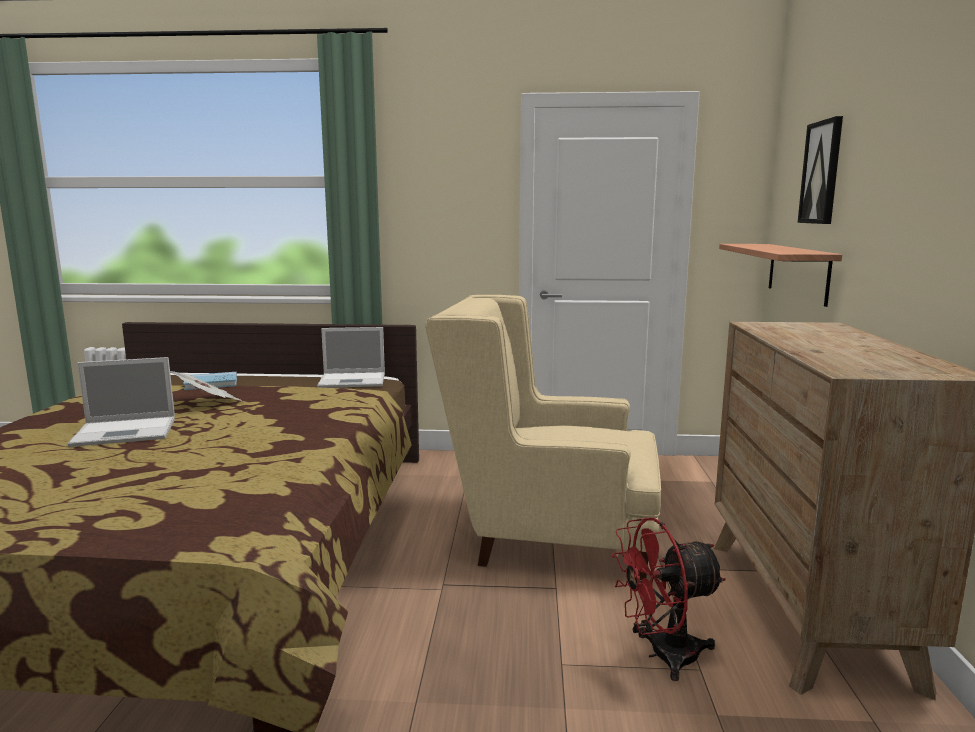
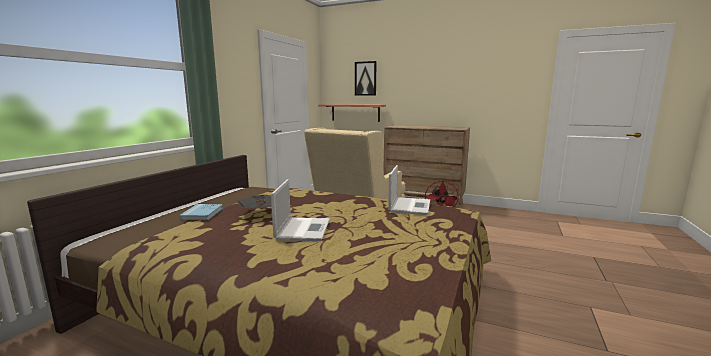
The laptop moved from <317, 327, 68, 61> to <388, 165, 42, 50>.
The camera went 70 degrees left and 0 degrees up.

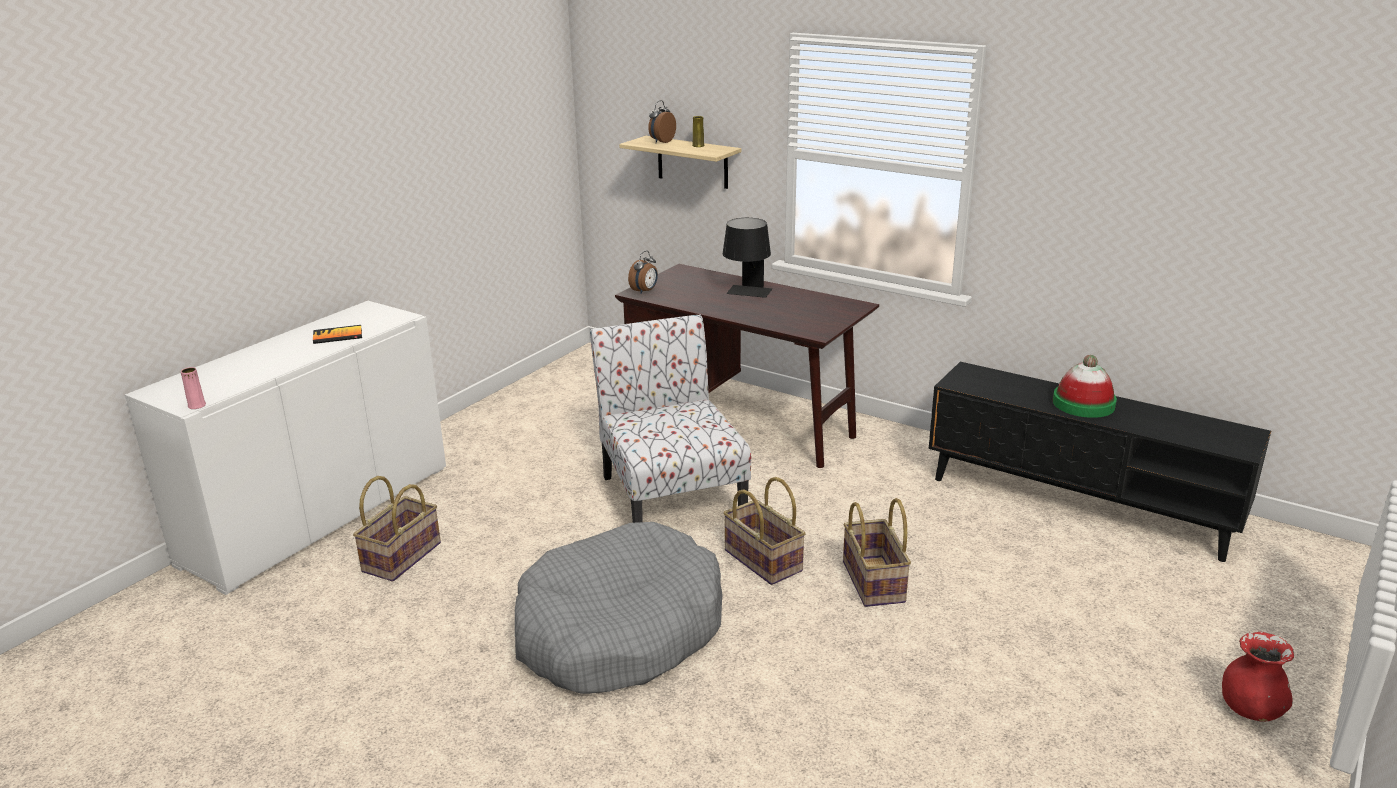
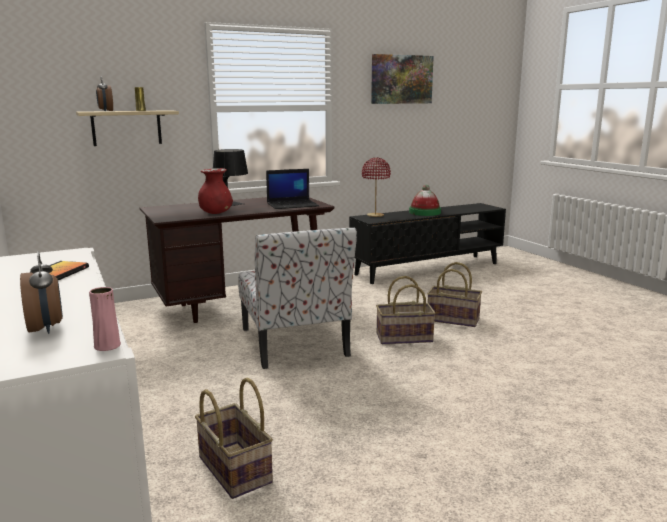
The dog bed (grey) at <515, 522, 208, 172> disappeared.
The laptop at <266, 169, 53, 40> appeared.
The table lamp (red) at <362, 158, 29, 59> appeared.
The picture at <371, 54, 63, 50> appeared.
The alarm clock moved from <628, 251, 30, 43> to <20, 251, 43, 83>.
The vase (red) moved from <1222, 632, 72, 89> to <198, 168, 35, 46>.
The chair at <590, 314, 161, 209> turned 120 degrees counterclockwise.
The camera went 60 degrees left and 10 degrees down.

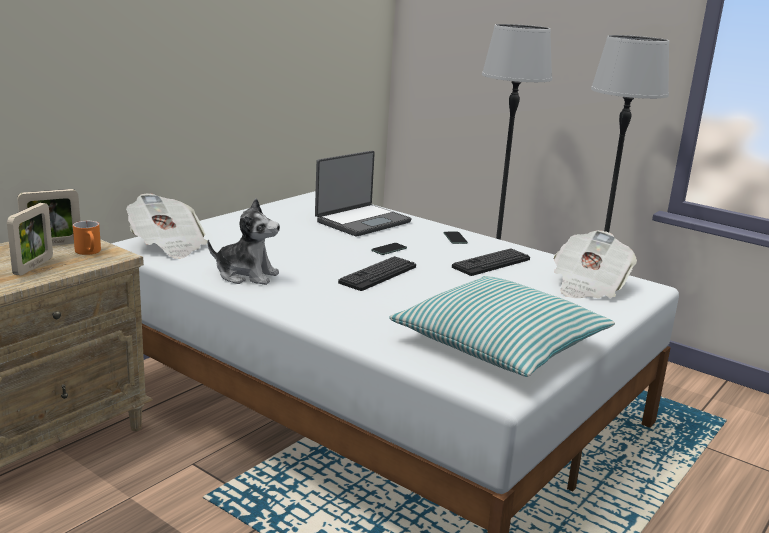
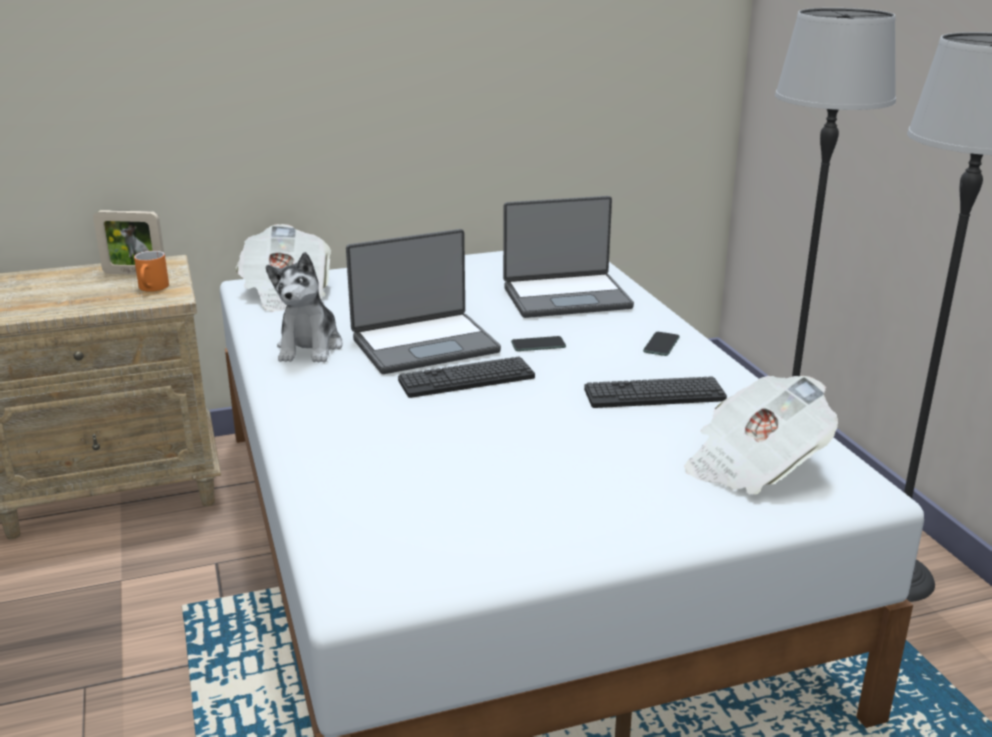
The picture frame at <7, 203, 46, 72> disappeared.
The pillow at <389, 276, 226, 101> disappeared.
The laptop at <346, 229, 155, 145> appeared.
The plush toy at <208, 199, 72, 86> turned 45 degrees clockwise.
The camera went 35 degrees right and 5 degrees up.

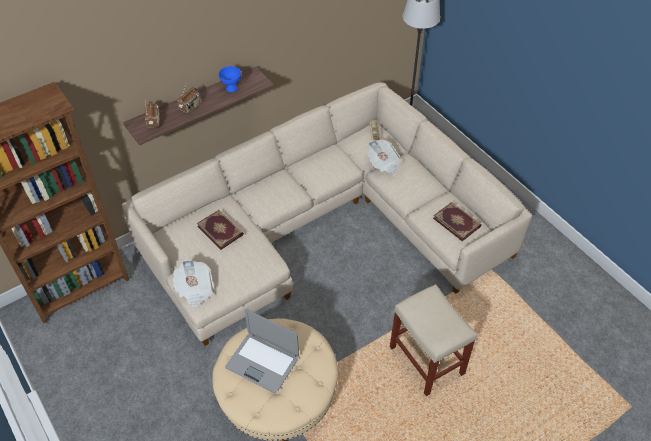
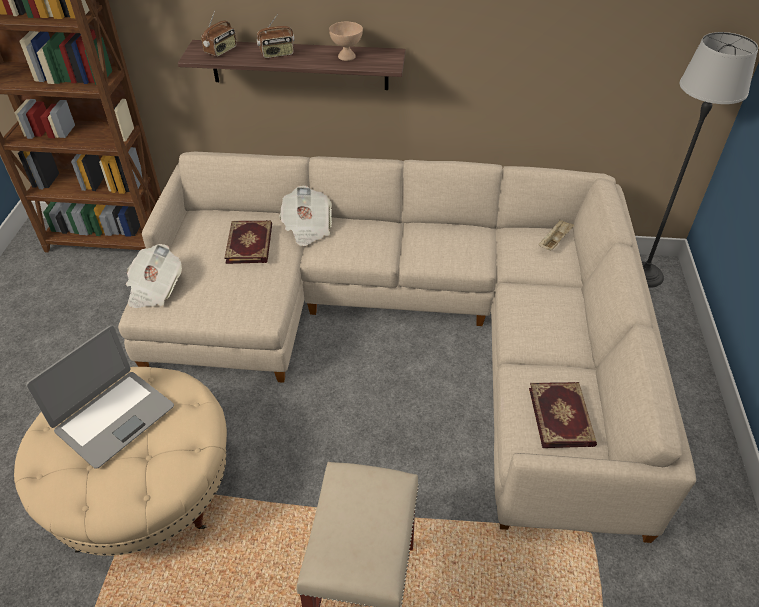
The newspaper moved from <367, 139, 35, 37> to <279, 186, 53, 60>.
The bowl (blue) at <219, 66, 22, 26> became the bowl (beige) at <329, 22, 34, 39>.
The laptop at <225, 309, 74, 84> turned 120 degrees counterclockwise.
The camera went 40 degrees right and 5 degrees down.

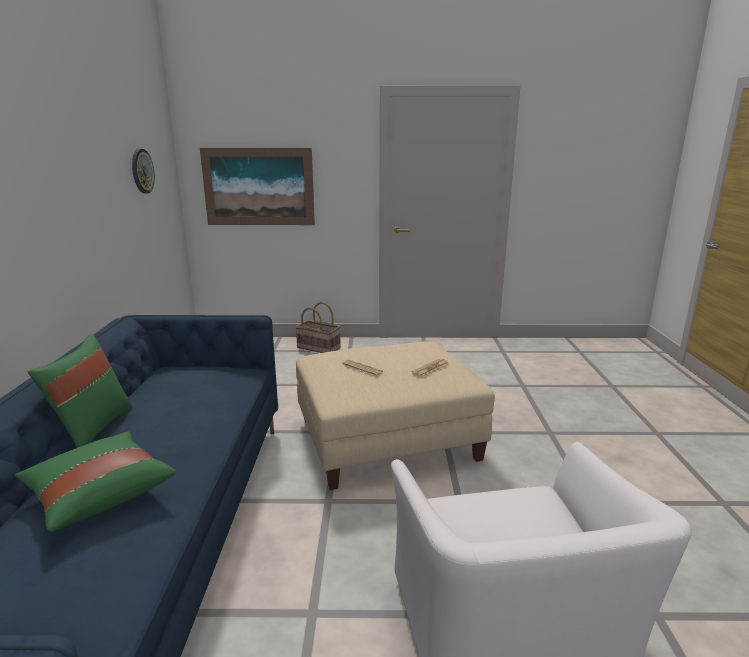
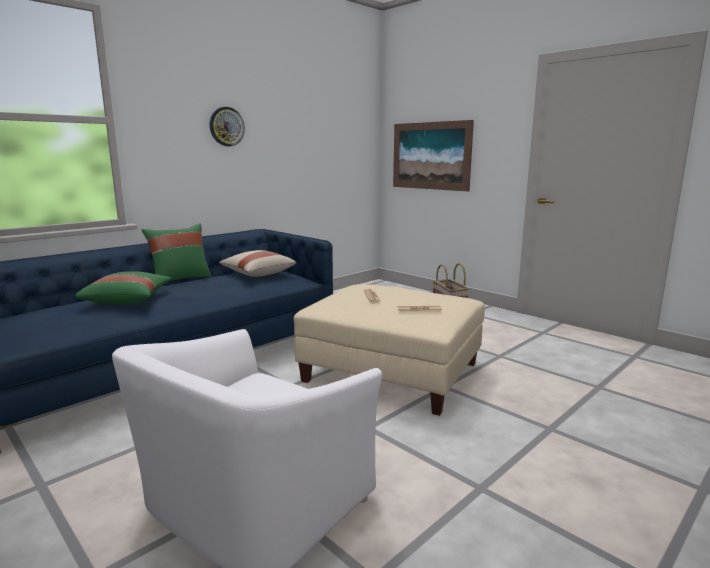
The pillow (beige) at <219, 250, 77, 27> appeared.
The wall clock moved from <132, 149, 23, 44> to <210, 107, 35, 39>.
The camera went 45 degrees right and 5 degrees down.

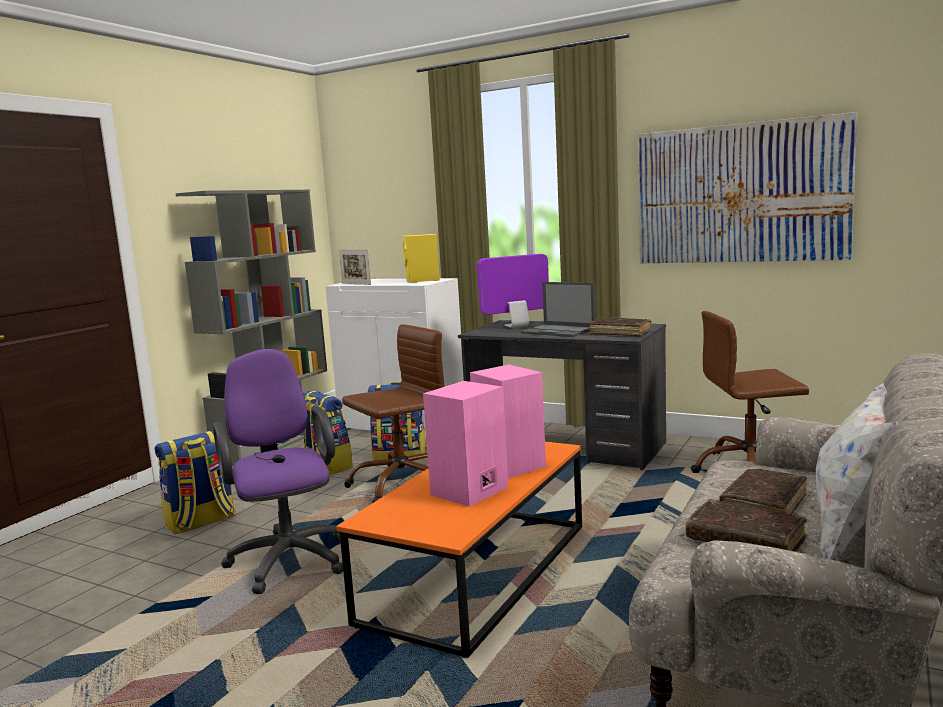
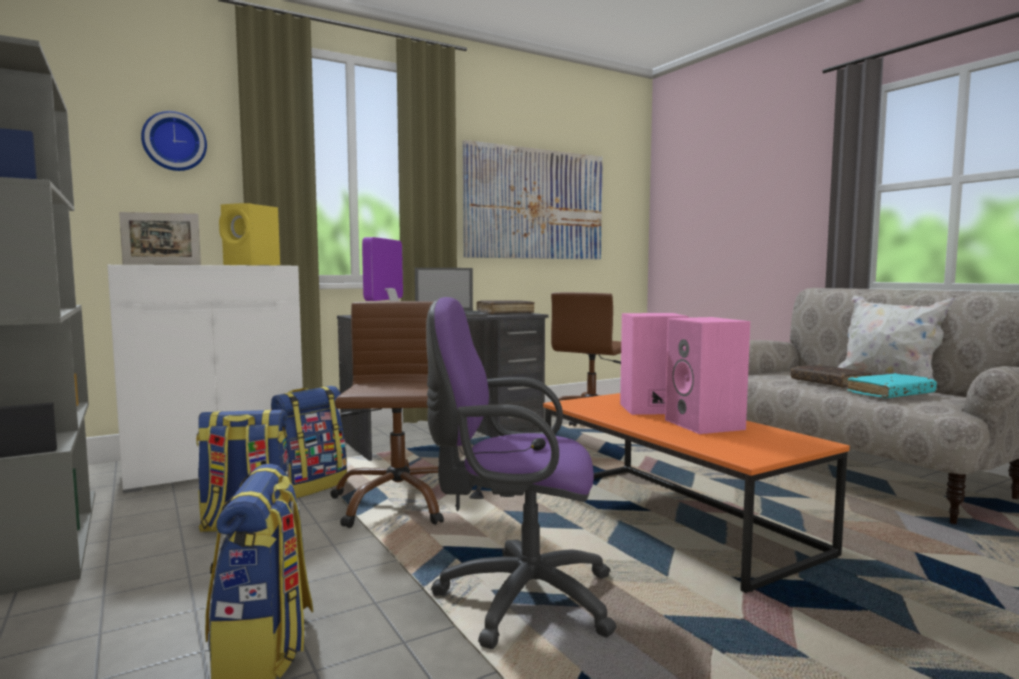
The wall clock at <141, 111, 66, 60> appeared.
The book (brown) at <686, 499, 121, 53> became the book (turquoise) at <848, 373, 89, 25>.
The camera went 60 degrees left and 5 degrees down.

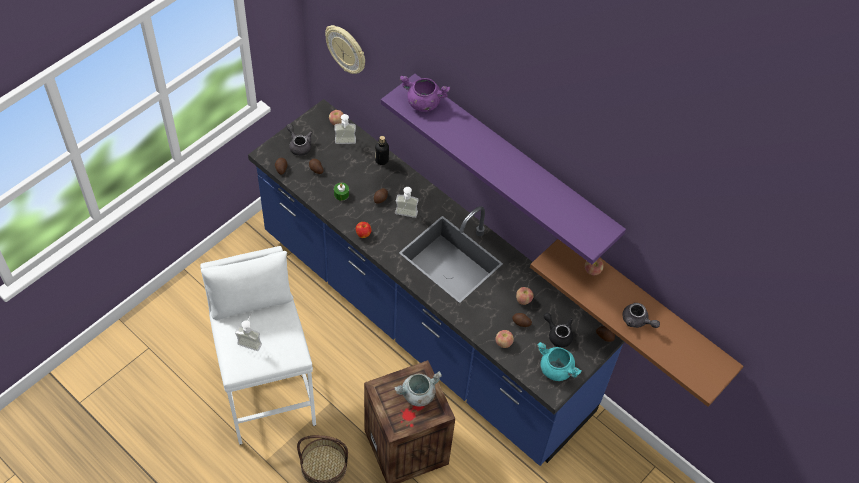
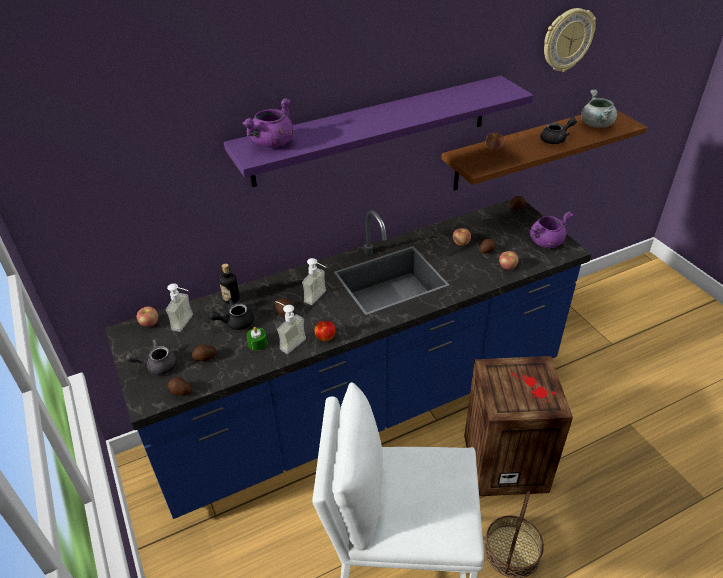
The soap dispenser moved from <235, 312, 27, 39> to <275, 301, 31, 53>.
The wall clock moved from <325, 25, 40, 49> to <544, 8, 52, 64>.
The cooking pot (grey) moved from <394, 371, 48, 36> to <581, 90, 36, 38>.
The teapot (black) moved from <544, 313, 29, 34> to <209, 299, 45, 31>.
The cooking pot (turquoise) at <537, 342, 45, 39> became the cooking pot (purple) at <530, 211, 43, 37>.
The camera went 65 degrees left and 15 degrees down.

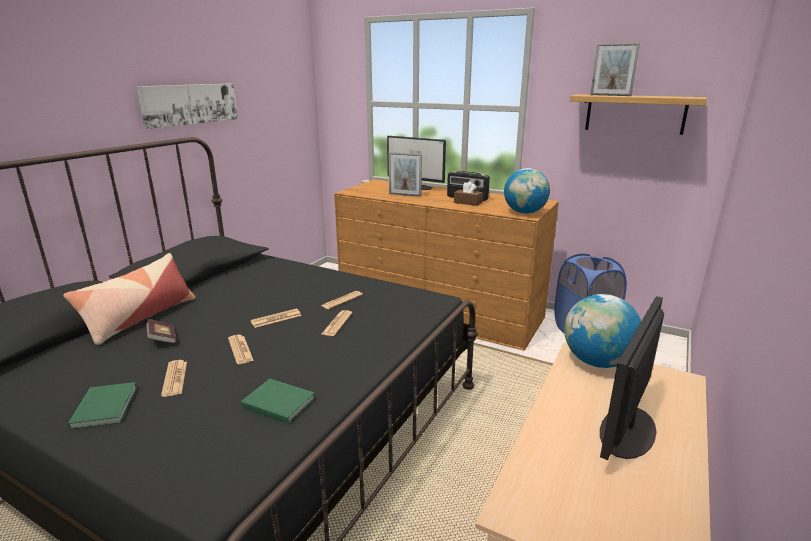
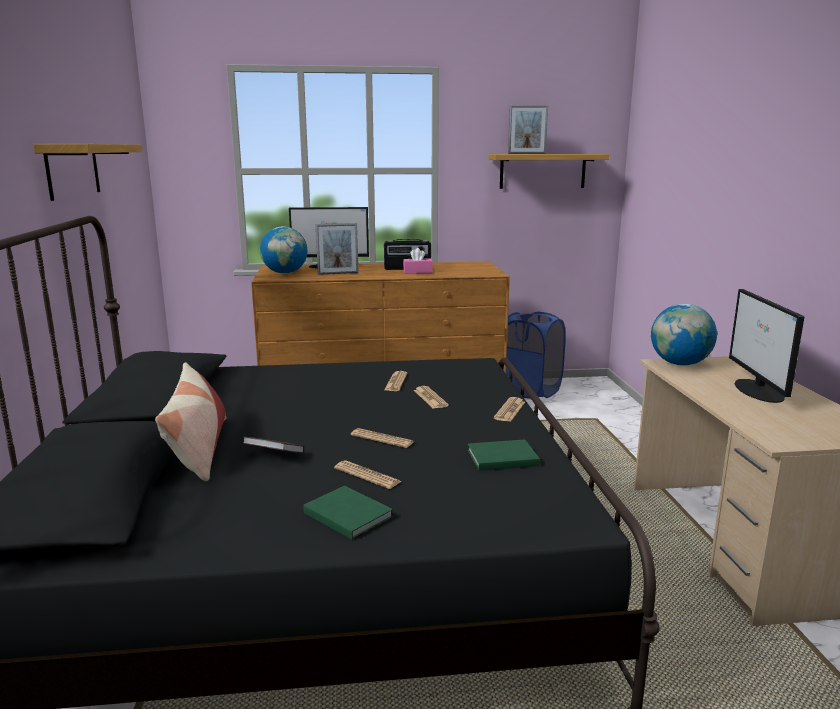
The newspaper moved from <251, 309, 50, 19> to <494, 397, 31, 25>.
The globe moved from <504, 168, 46, 46> to <260, 226, 47, 48>.
The picture at <136, 83, 102, 46> was replaced by the shelf at <33, 144, 109, 57>.
The tissue box (brown) at <454, 181, 29, 25> became the tissue box (pink) at <403, 248, 30, 26>.
The camera went 35 degrees left and 5 degrees down.

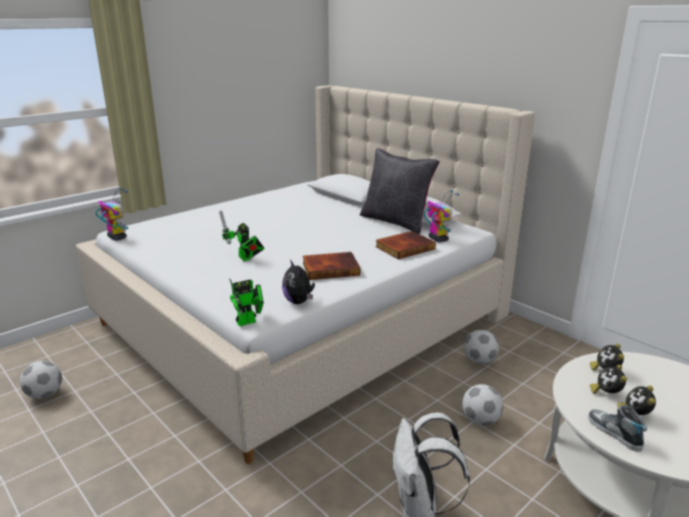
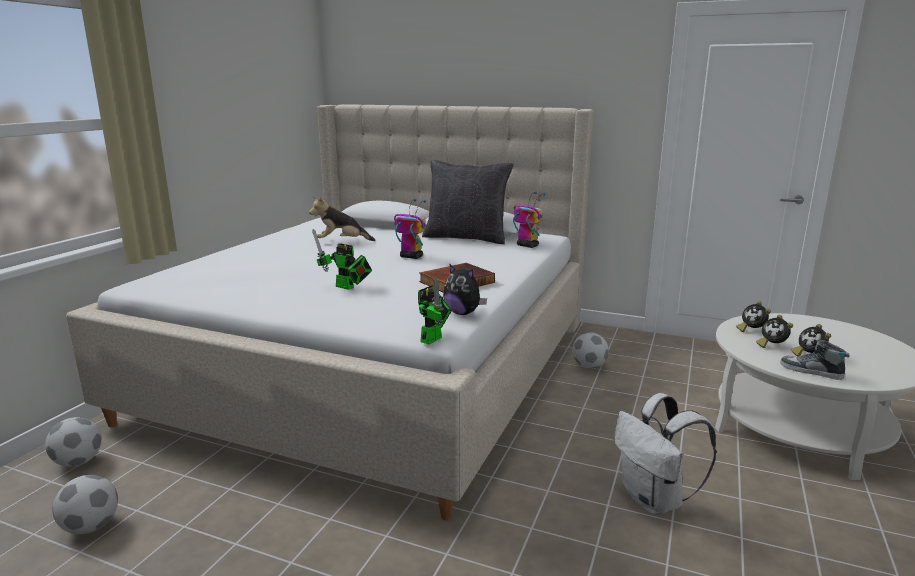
The book at <375, 231, 61, 28> disappeared.
The plush toy at <309, 196, 66, 45> appeared.
The toy robot moved from <95, 188, 33, 53> to <394, 199, 32, 60>.
The football moved from <462, 384, 41, 41> to <45, 417, 57, 50>.
The camera went 25 degrees left and 5 degrees down.

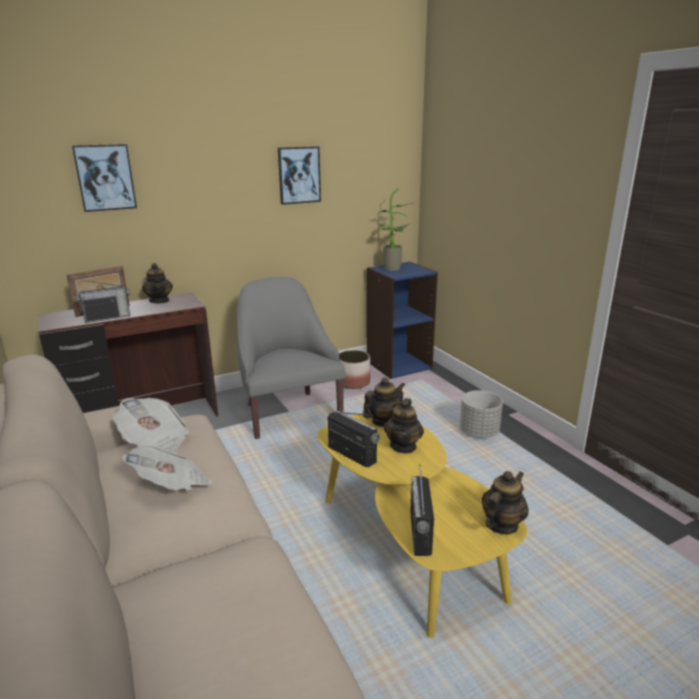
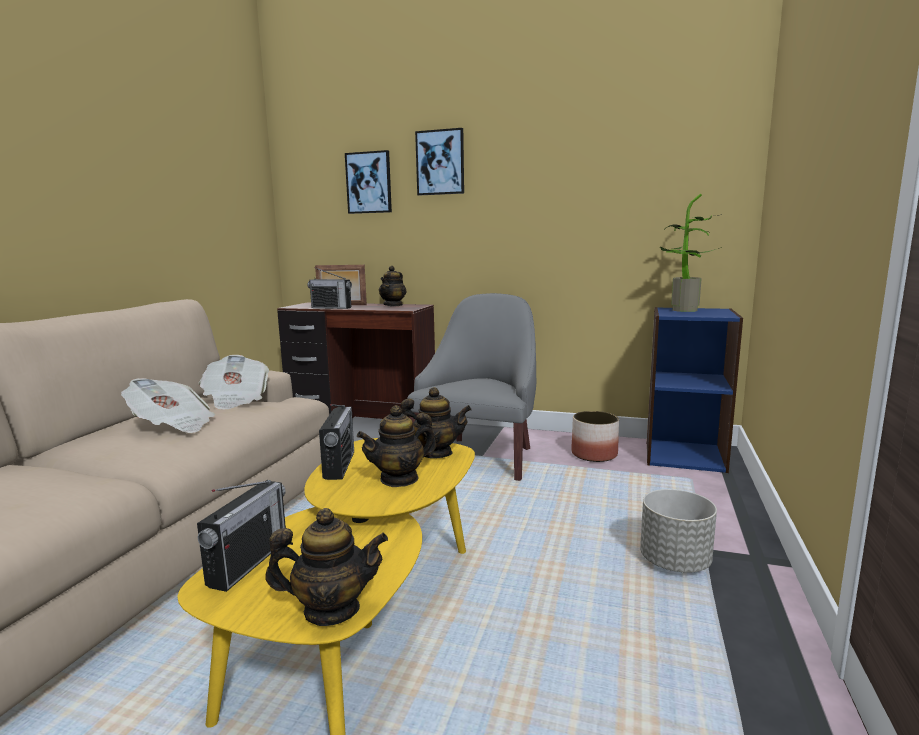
The picture moved from <278, 146, 43, 59> to <415, 128, 49, 68>.
The radio at <410, 464, 24, 92> turned 150 degrees clockwise.
The camera went 45 degrees right and 10 degrees down.

